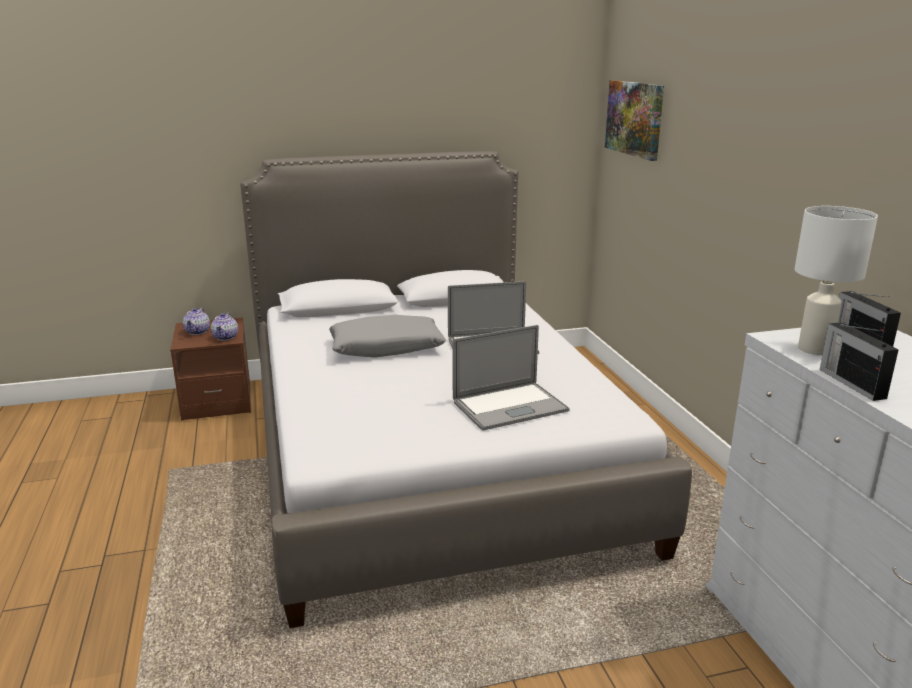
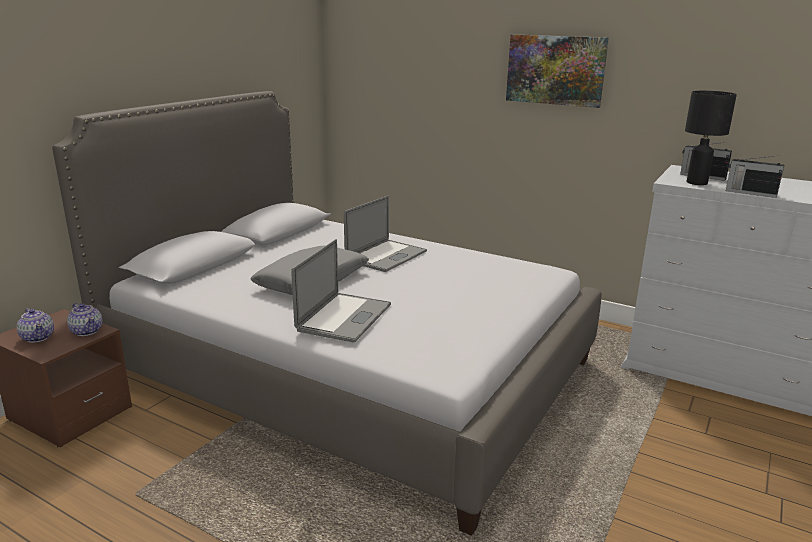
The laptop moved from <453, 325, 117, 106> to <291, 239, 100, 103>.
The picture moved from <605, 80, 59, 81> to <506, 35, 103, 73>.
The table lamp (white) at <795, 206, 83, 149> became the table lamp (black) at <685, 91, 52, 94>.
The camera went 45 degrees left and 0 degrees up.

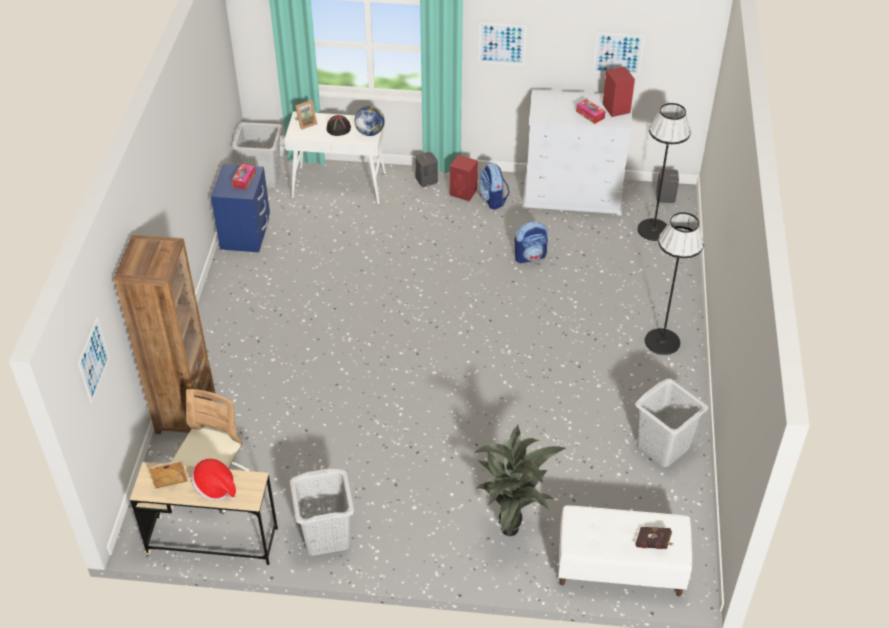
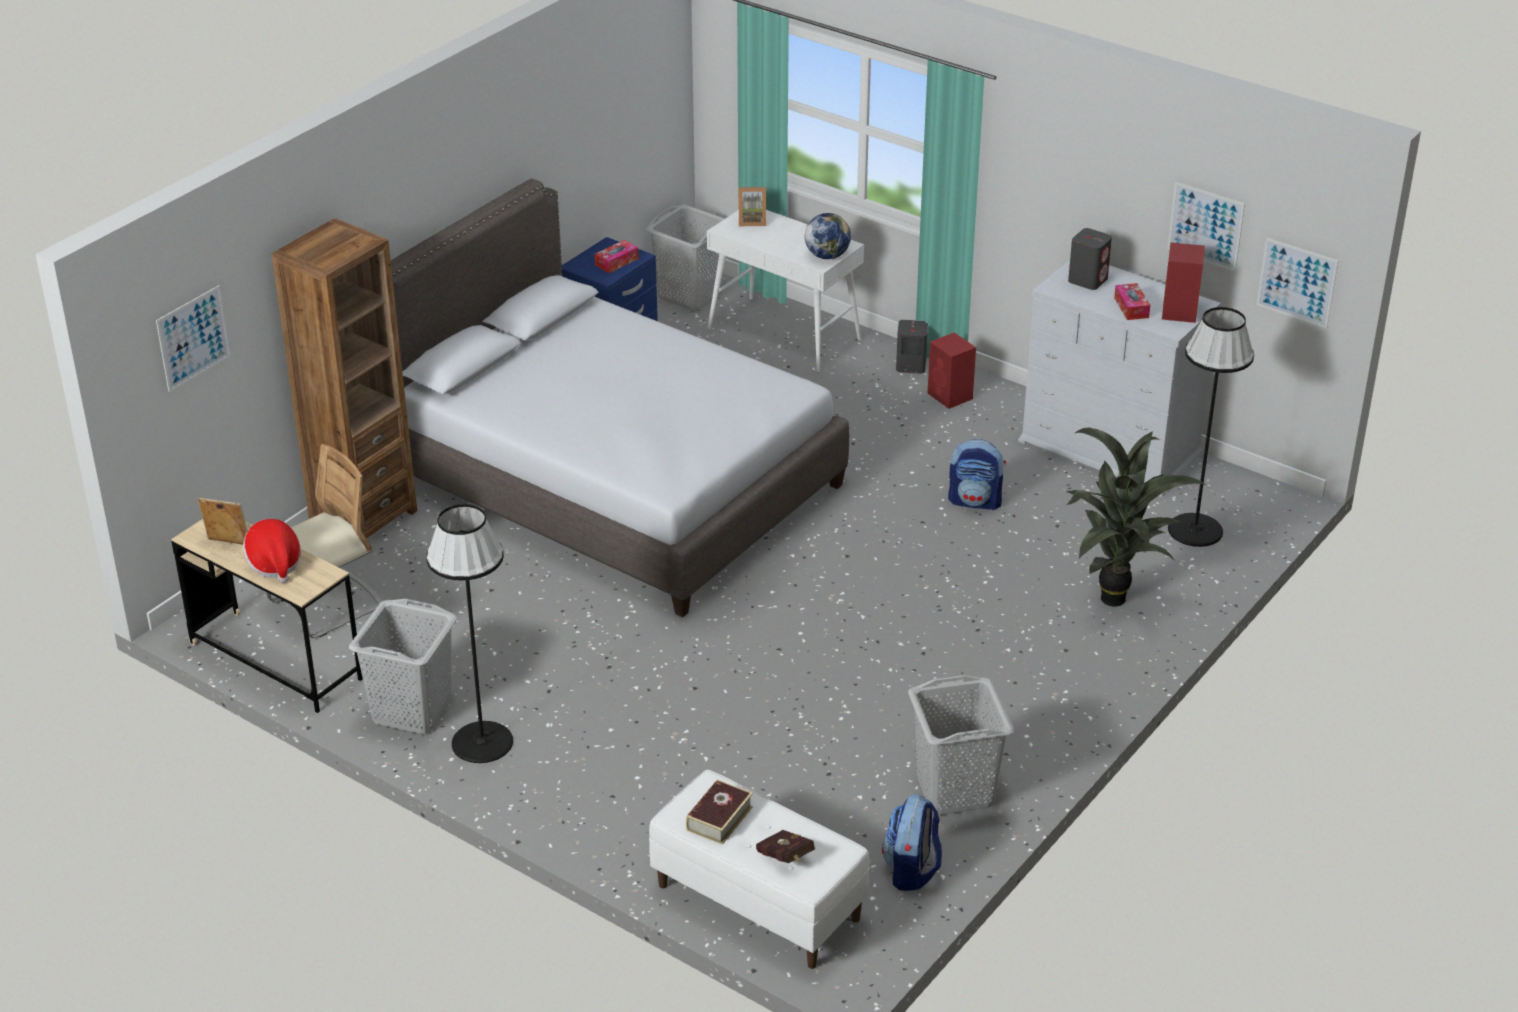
The hat (black) at <327, 115, 24, 21> disappeared.
The bed (grey) at <391, 178, 458, 440> appeared.
The book at <686, 779, 67, 66> appeared.
The potted plant moved from <475, 425, 91, 111> to <1066, 428, 141, 179>.
The backpack moved from <478, 162, 32, 48> to <882, 794, 60, 97>.
The picture moved from <479, 23, 48, 42> to <1256, 238, 82, 90>.
The floor lamp (black) moved from <645, 212, 59, 143> to <426, 504, 87, 259>.
The speaker (grey) moved from <656, 169, 23, 34> to <1068, 228, 44, 62>.
The camera went 30 degrees right and 10 degrees down.

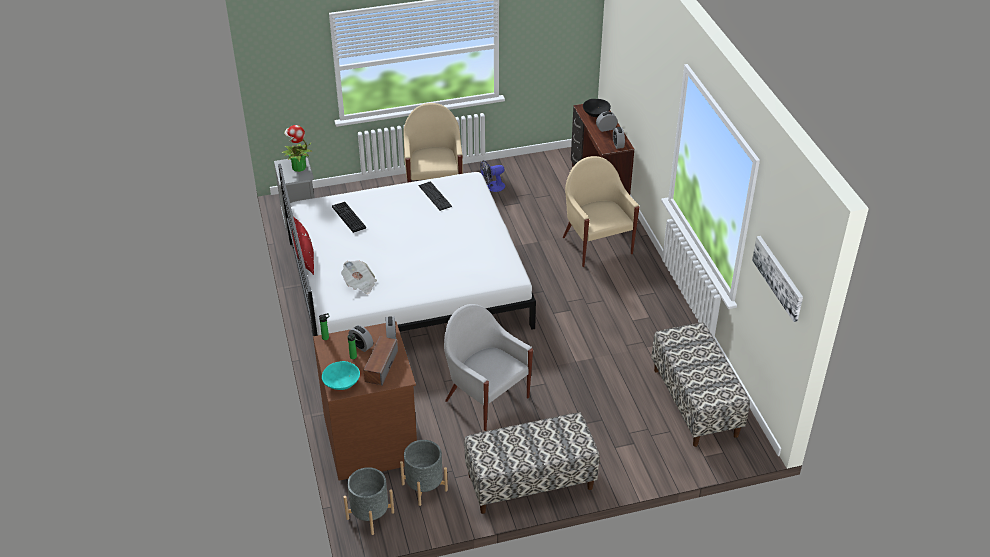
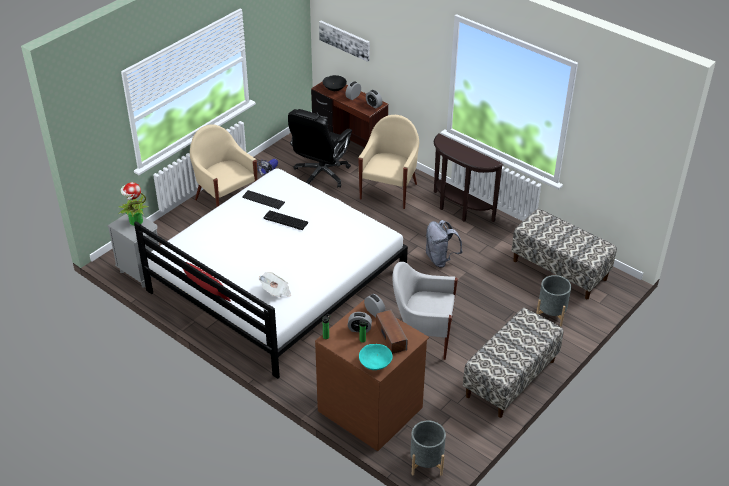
The office chair (black) at <288, 109, 64, 79> appeared.
The backpack (grey) at <426, 220, 37, 48> appeared.
The console table (brown) at <434, 134, 69, 88> appeared.
The keyboard moved from <332, 202, 34, 31> to <263, 210, 45, 20>.
The planter (grey) moved from <400, 440, 48, 66> to <536, 275, 35, 51>.
The picture moved from <752, 236, 51, 86> to <319, 21, 51, 41>.
The armchair (beige) at <563, 156, 76, 111> turned 75 degrees clockwise.
The camera went 35 degrees left and 0 degrees up.

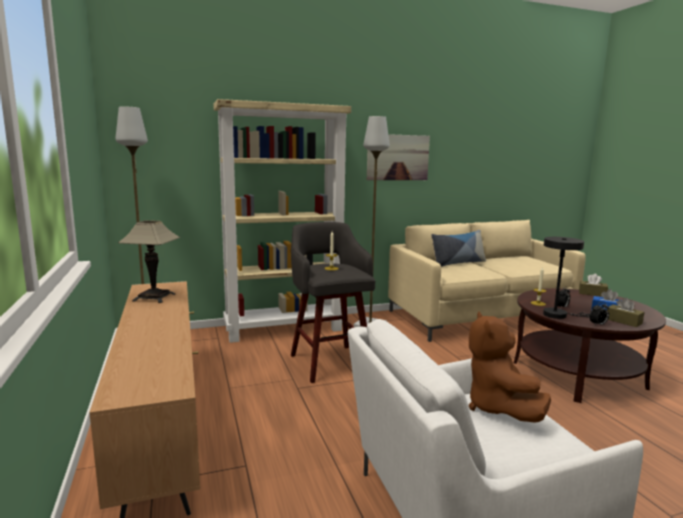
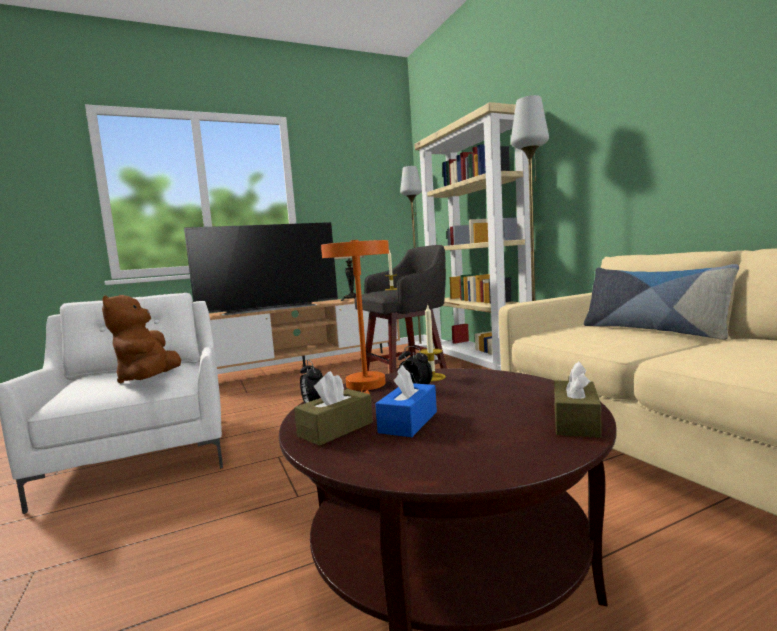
The picture at <367, 134, 63, 46> disappeared.
The television at <184, 222, 154, 93> appeared.
The table lamp (black) at <543, 237, 47, 82> became the table lamp (orange) at <321, 240, 68, 154>.
The plush toy (brown) at <469, 311, 82, 112> turned 90 degrees counterclockwise.
The camera went 85 degrees right and 5 degrees down.

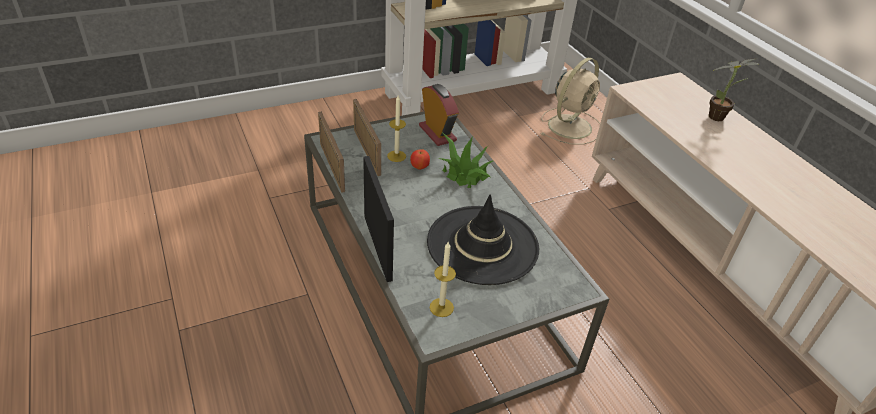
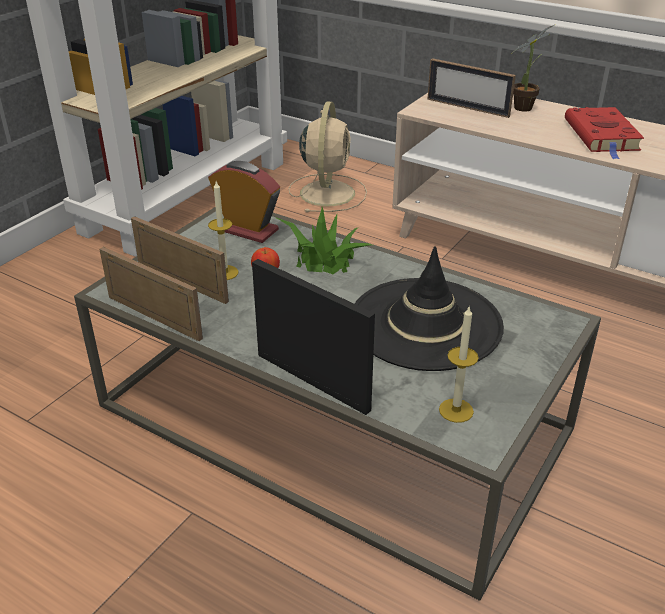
The picture frame at <427, 58, 89, 60> appeared.
The book (red) at <565, 107, 79, 52> appeared.
The camera went 30 degrees left and 5 degrees down.

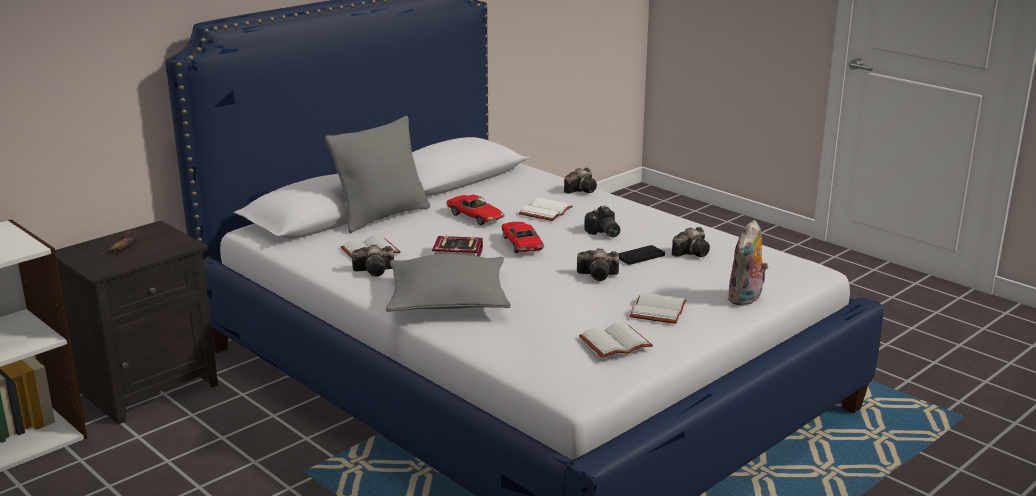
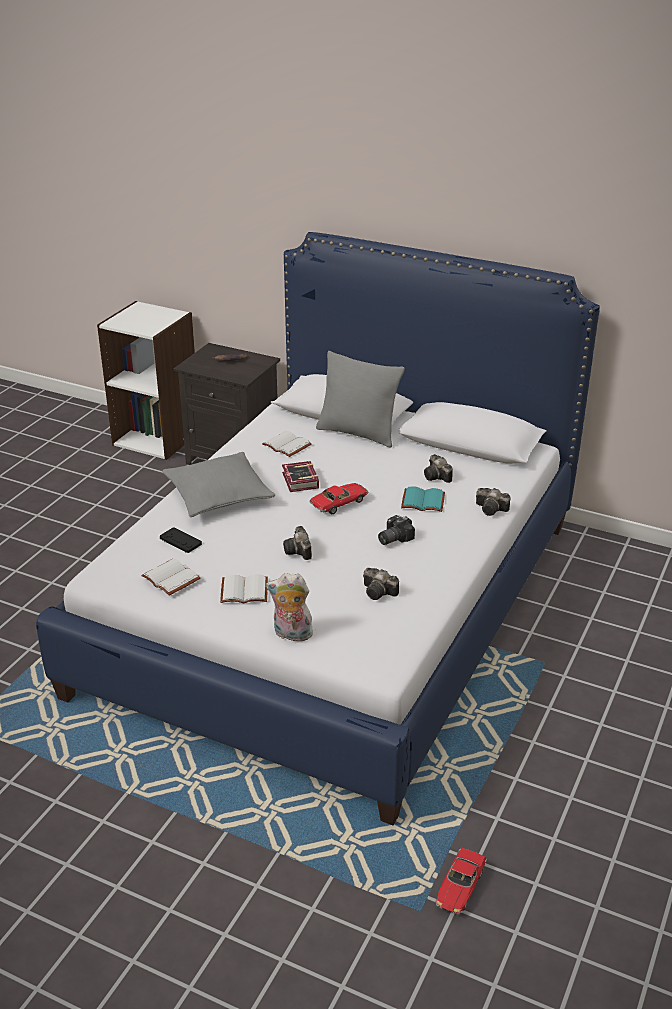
The photo camera moved from <352, 244, 42, 33> to <424, 454, 29, 29>.
The toy car moved from <446, 194, 59, 31> to <436, 848, 51, 66>.
The game controller (black) moved from <618, 245, 47, 20> to <160, 527, 42, 26>.
The book (white) at <519, 198, 54, 23> became the book (turquoise) at <401, 486, 44, 26>.
The camera went 70 degrees right and 10 degrees up.

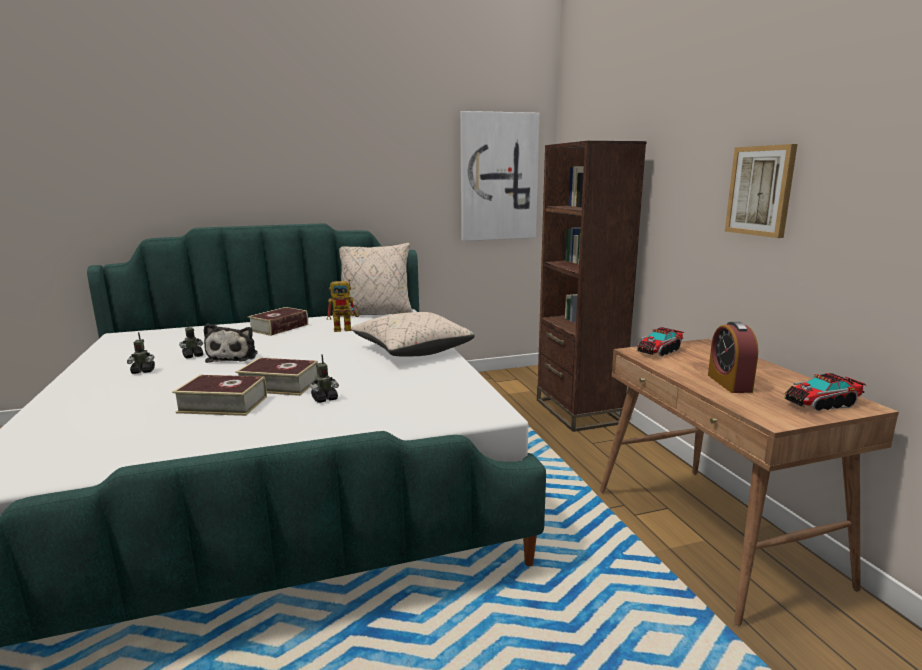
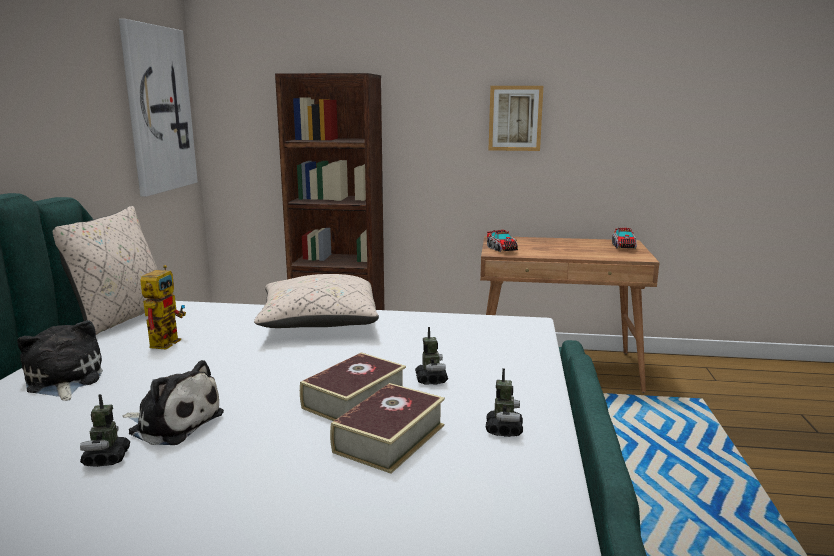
The alarm clock at <708, 322, 50, 71> disappeared.
The toy robot moved from <127, 332, 28, 42> to <486, 368, 37, 69>.
The book at <248, 307, 60, 29> was replaced by the plush toy at <17, 320, 86, 81>.
The camera went 65 degrees left and 0 degrees up.

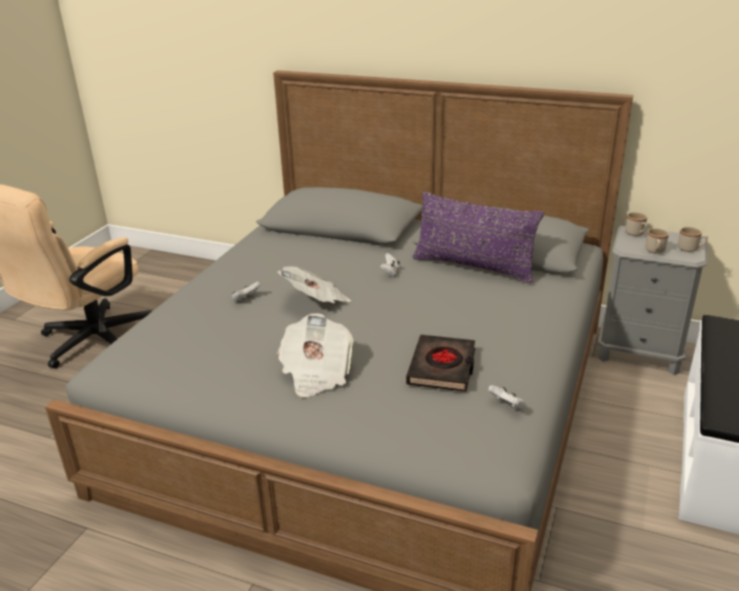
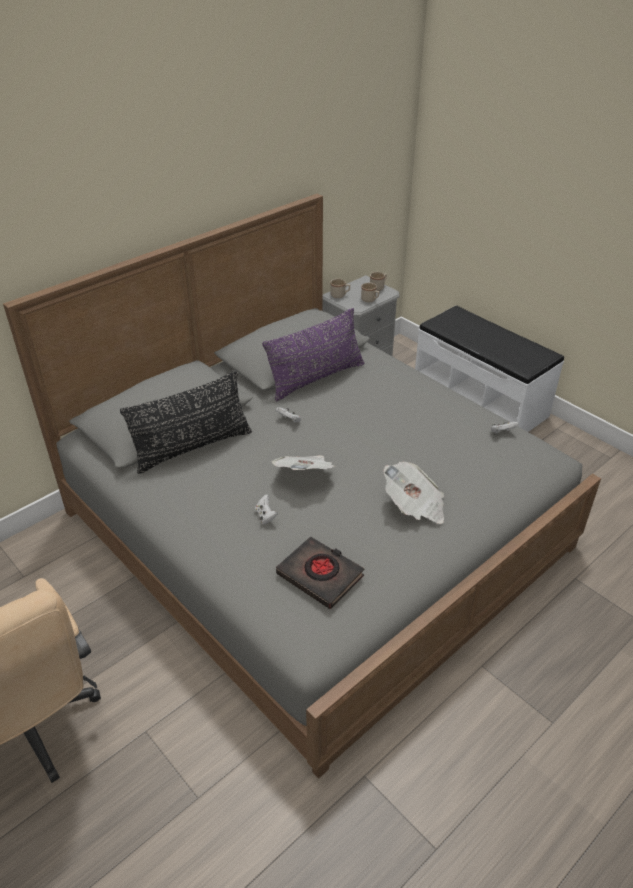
The pillow (black) at <120, 371, 132, 103> appeared.
The book (black) moved from <406, 335, 69, 57> to <276, 536, 88, 73>.
The camera went 65 degrees left and 10 degrees up.

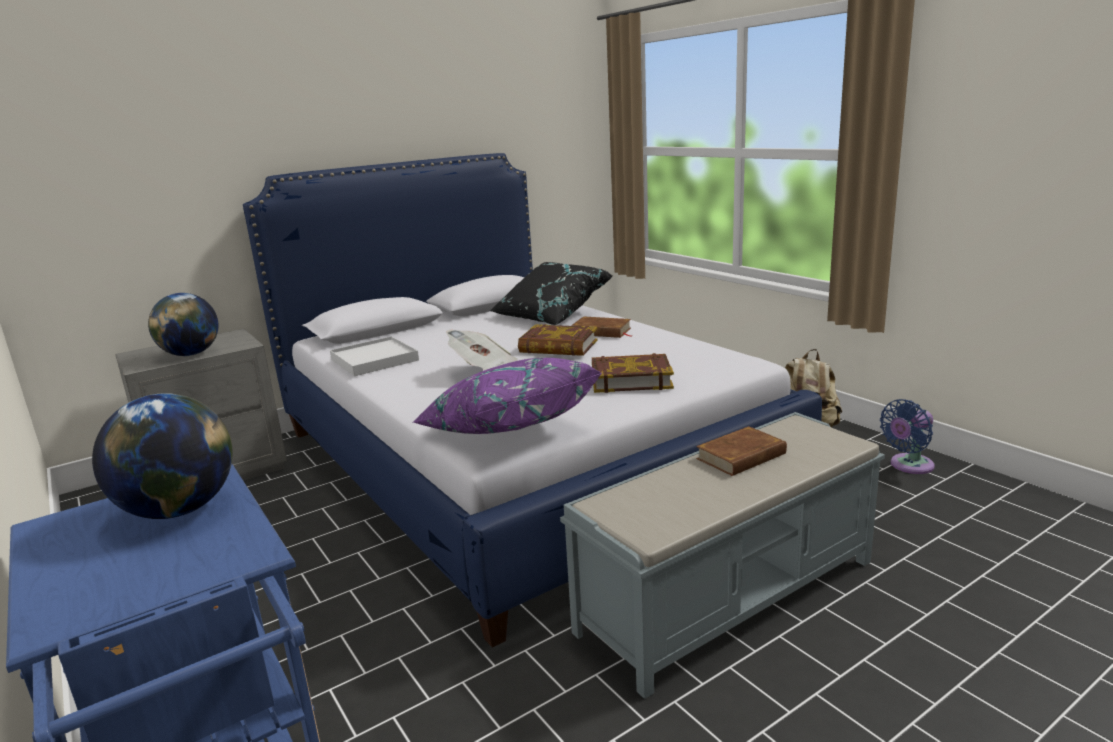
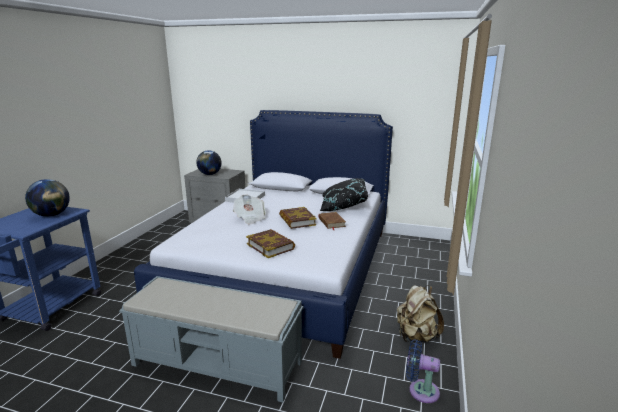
The pillow (purple) at <412, 358, 190, 76> disappeared.
The book (brown) at <696, 426, 91, 50> disappeared.
The camera went 50 degrees right and 0 degrees up.

